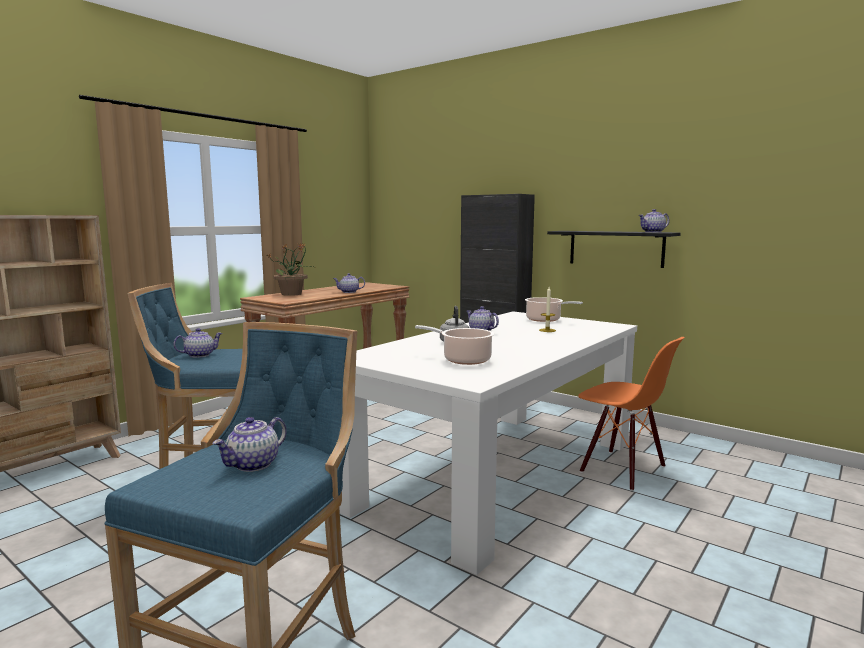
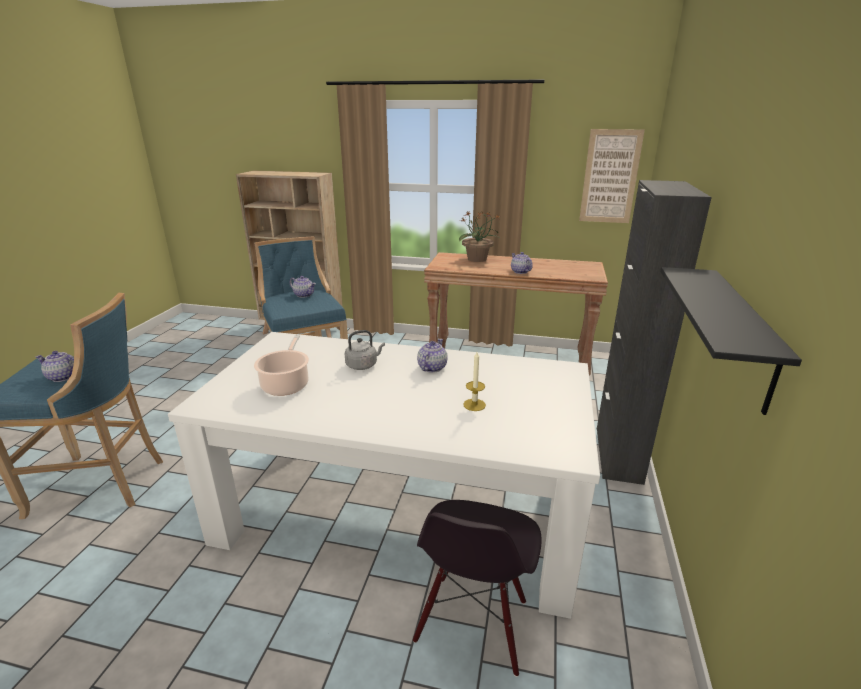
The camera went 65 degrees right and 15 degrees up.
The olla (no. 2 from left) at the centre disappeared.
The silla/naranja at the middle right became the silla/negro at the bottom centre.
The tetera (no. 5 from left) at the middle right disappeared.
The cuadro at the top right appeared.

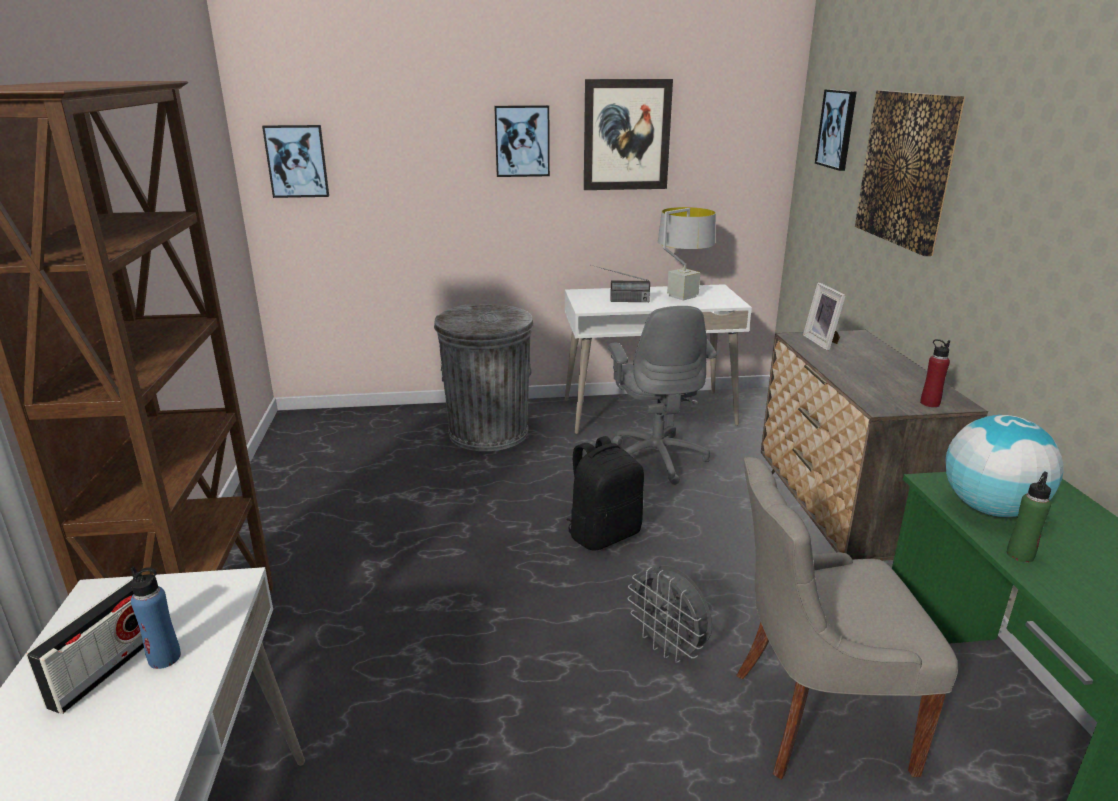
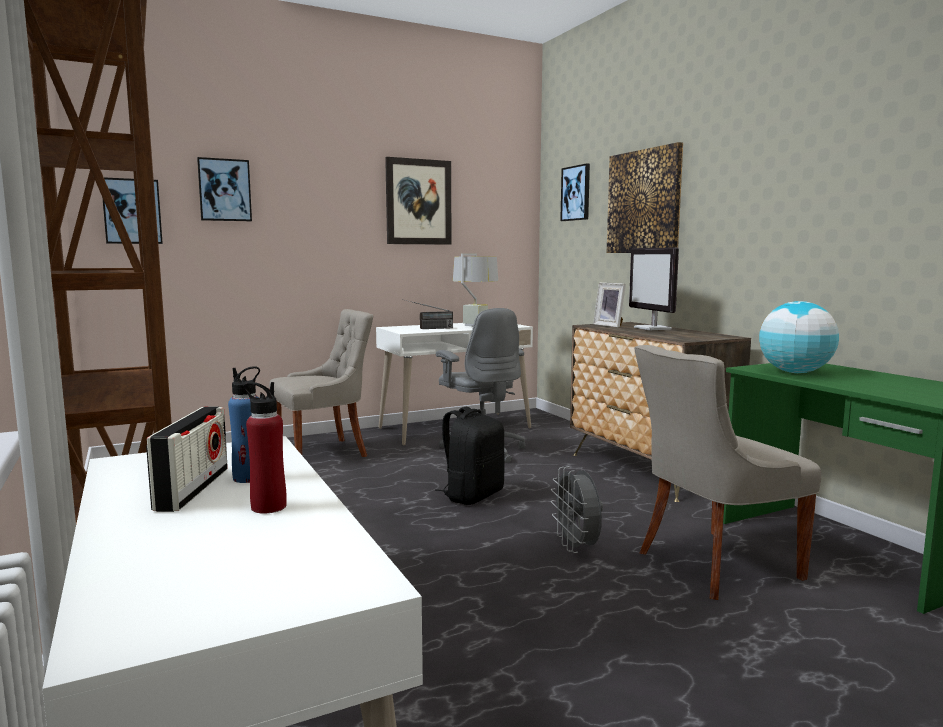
The camera went 20 degrees left and 15 degrees down.
The papelera/gris at the centre was replaced by the silla/gris (no. 1 from left) at the centre.
The cuadro (no. 2 from left) moved from the top centre to the top left.
The ventilador/gris at the bottom centre turned 45 degrees clockwise.
The botella/rojo moved from the middle right to the middle left.
The botella/verde at the middle right disappeared.
The monitor at the middle right appeared.

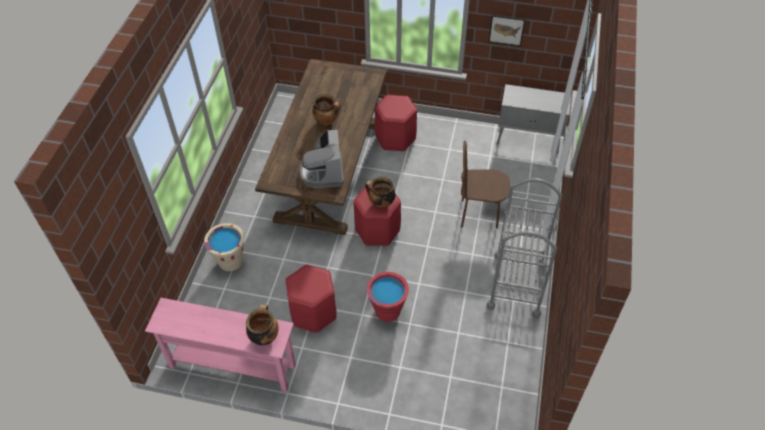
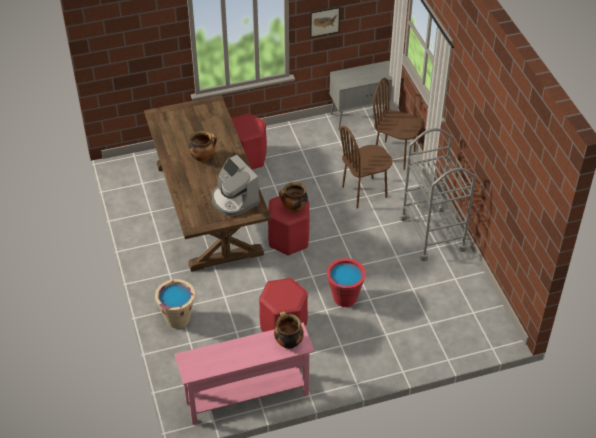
The camera went 30 degrees left and 5 degrees down.
The silla/marrón (no. 2 from left) at the top right appeared.

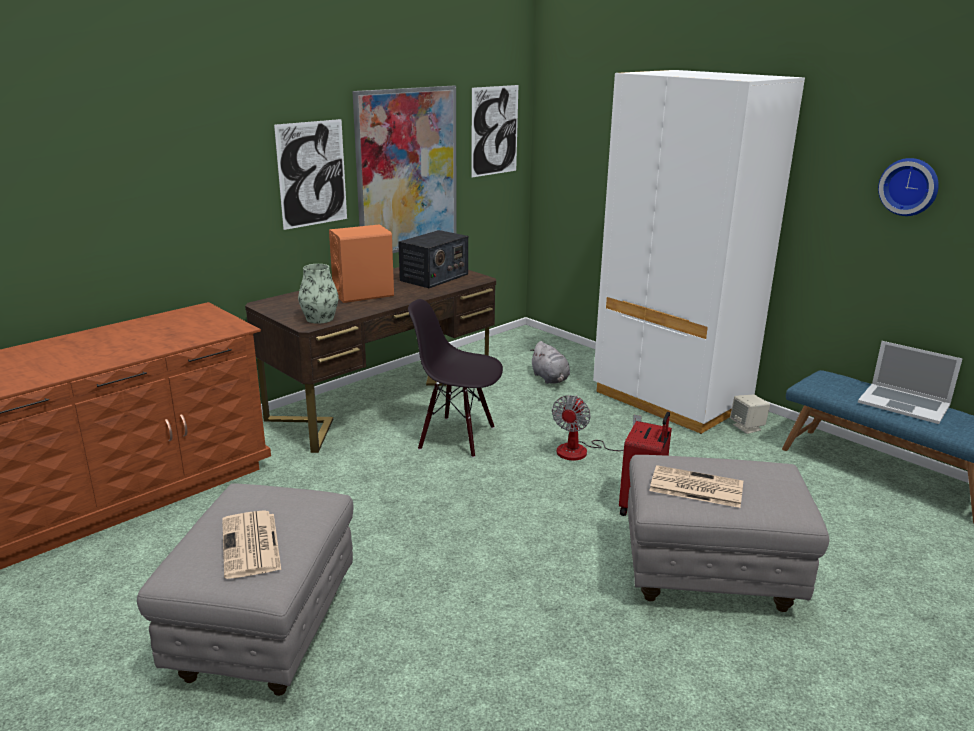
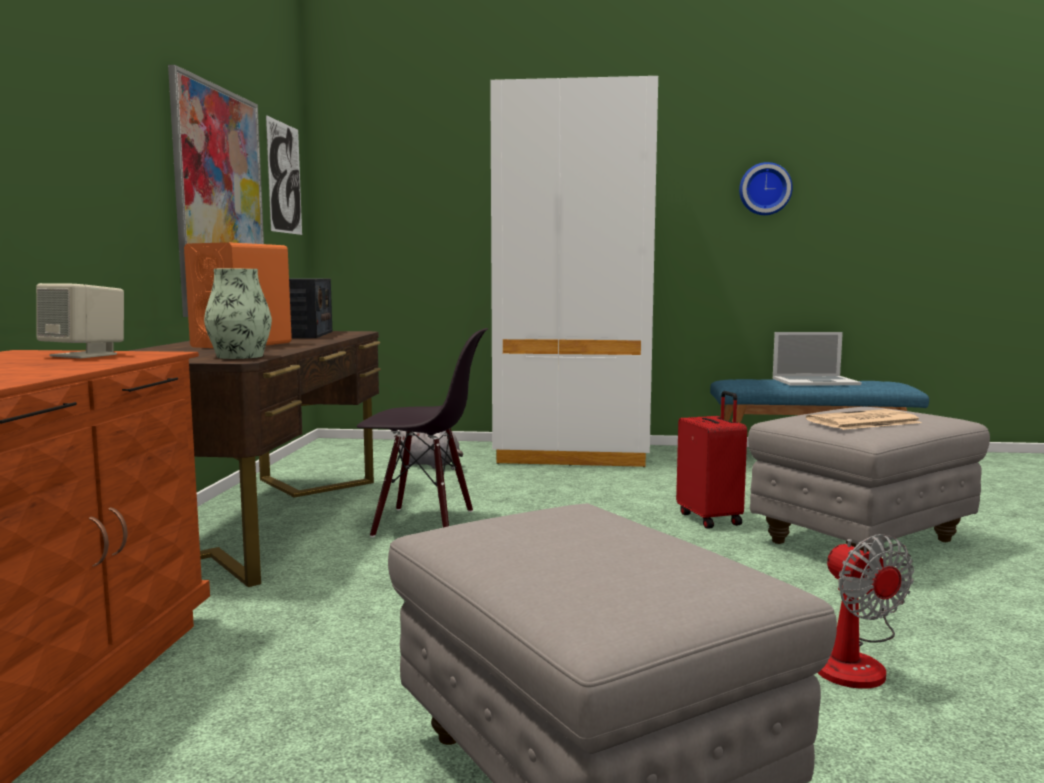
The camera went 40 degrees left and 15 degrees down.
The periódico (no. 1 from left) at the bottom left disappeared.
The cuadro (no. 1 from left) at the top left disappeared.
The silla/negro at the centre turned 150 degrees counterclockwise.
The ventilador moved from the centre to the bottom right.
The altavoz/beis moved from the middle right to the middle left.

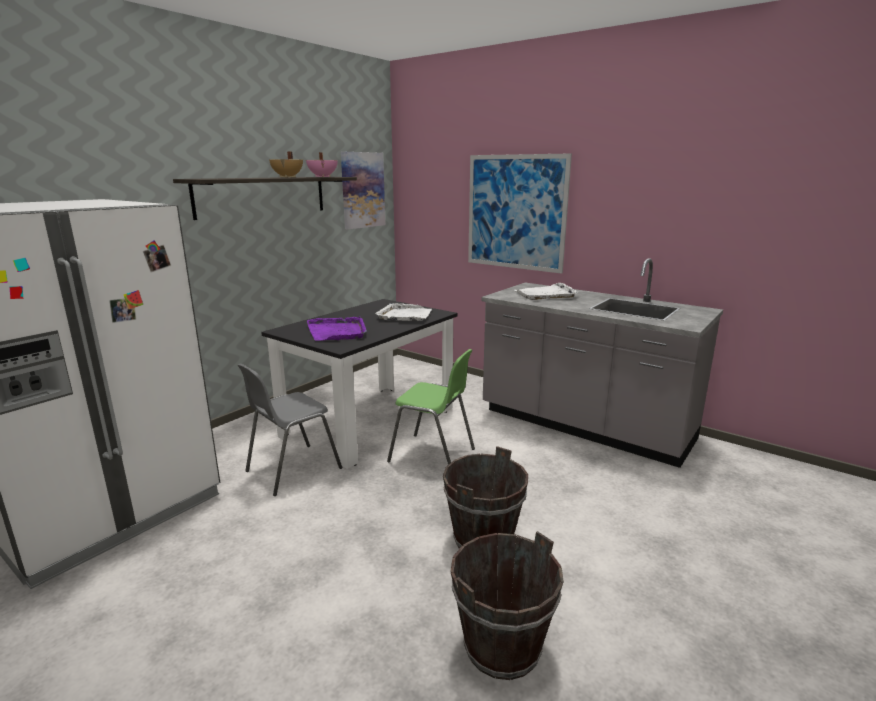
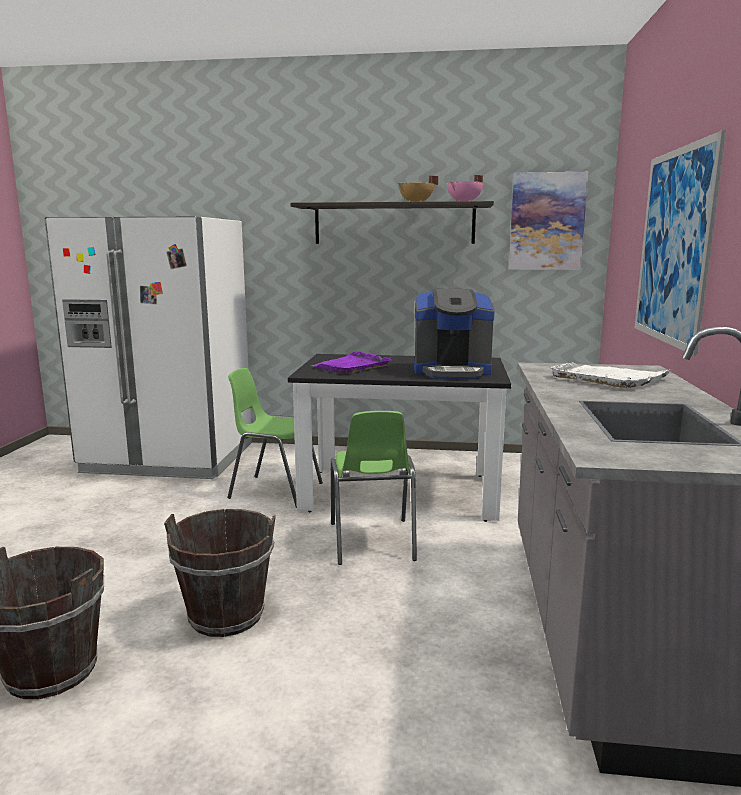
The camera went 60 degrees right and 5 degrees down.
The silla/gris at the middle left became the silla/verde (no. 1 from left) at the centre.
The bandeja/blanco (no. 1 from left) at the centre was replaced by the cafetera at the centre.

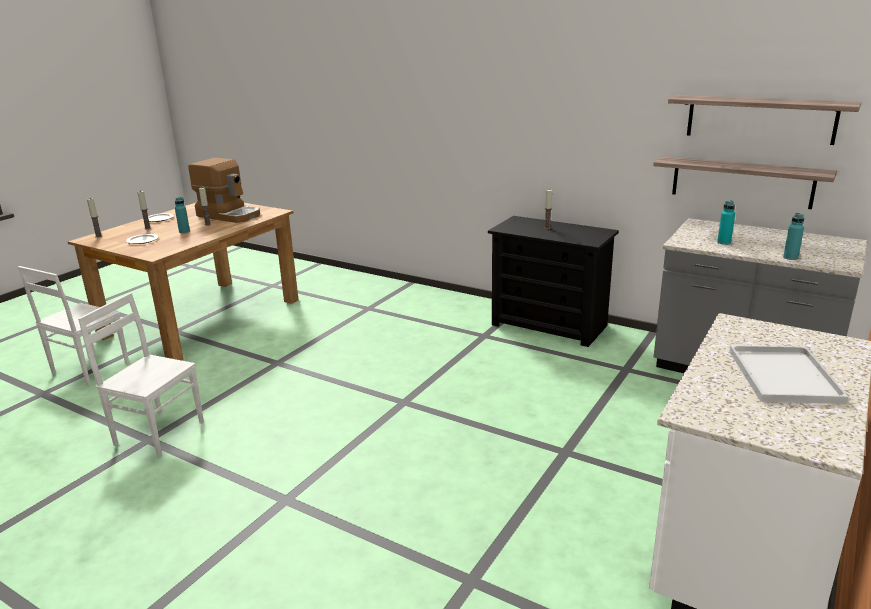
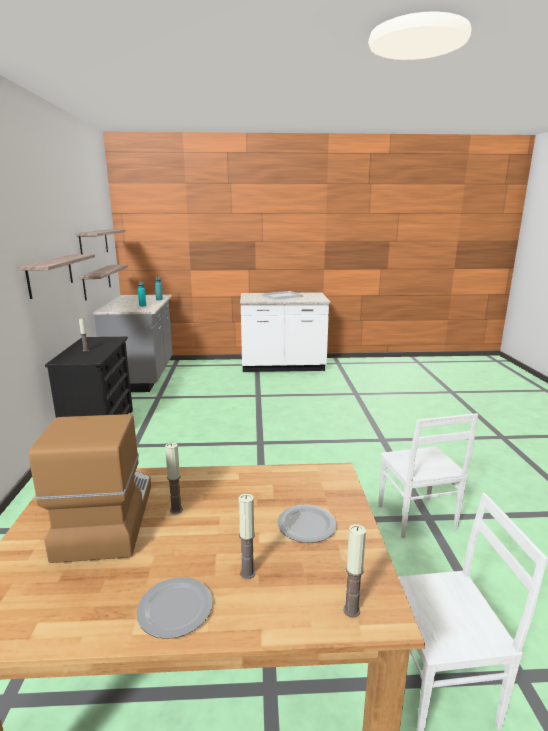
The camera went 125 degrees left and 5 degrees down.
The botella/turquesa (no. 1 from left) at the middle left disappeared.
The estante (no. 1 from left) at the middle left appeared.

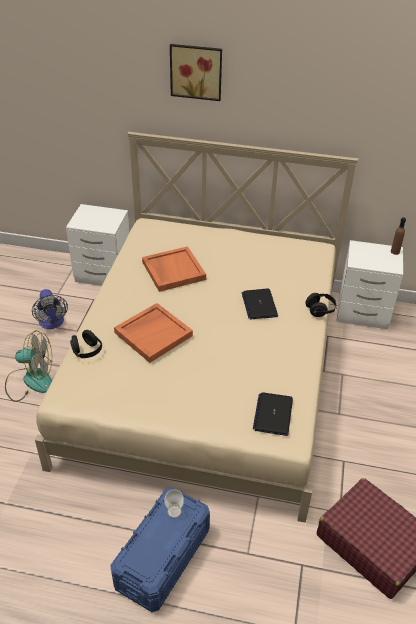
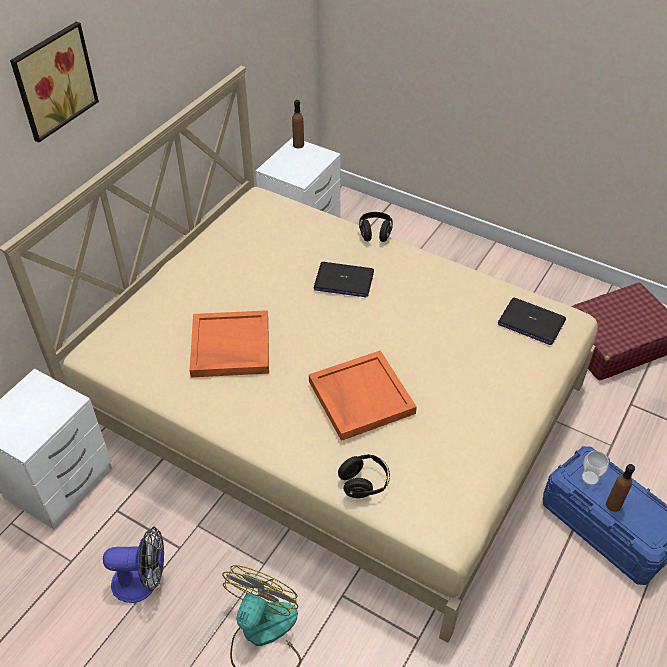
The camera went 70 degrees left and 5 degrees up.
The botella/marrón (no. 2 from left) at the bottom right appeared.

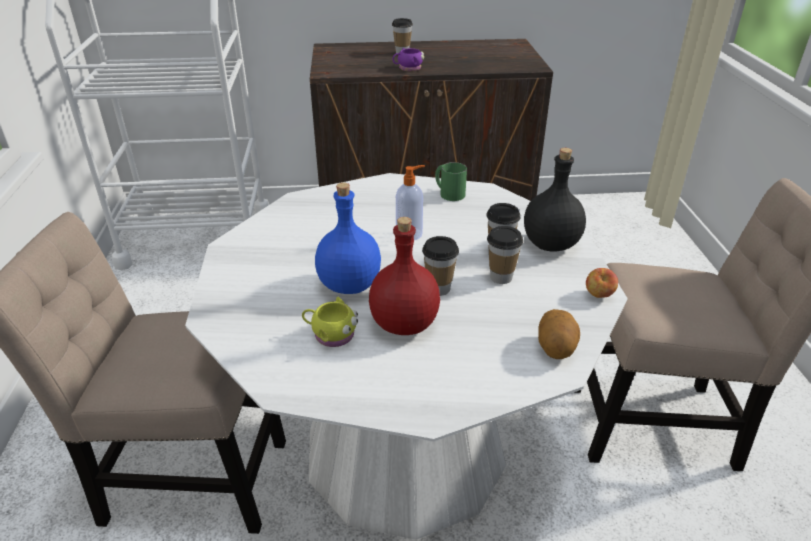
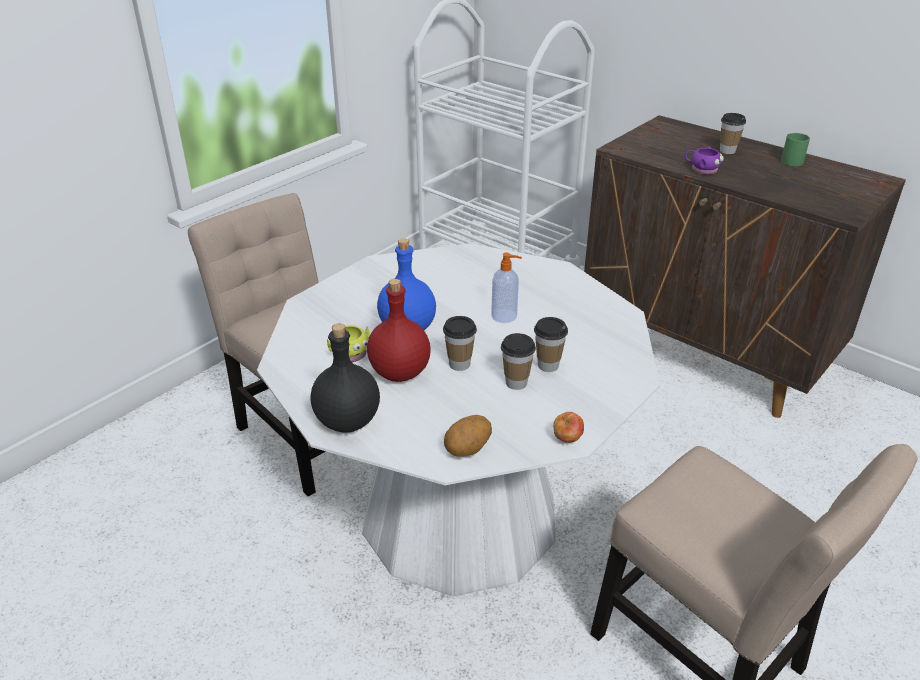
The camera went 45 degrees right and 0 degrees up.
The taza grande/verde moved from the centre to the top right.
The botella/negro moved from the middle right to the centre.

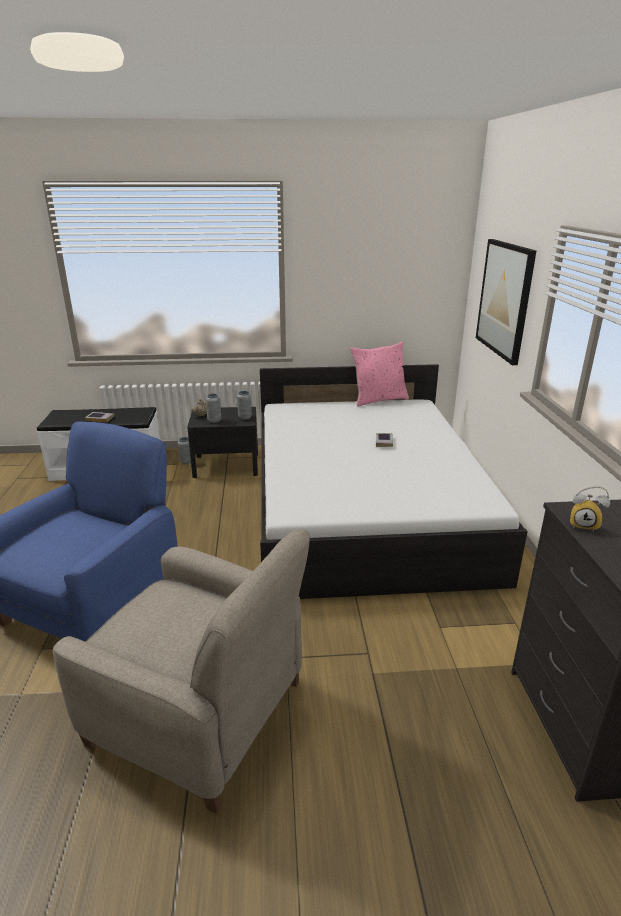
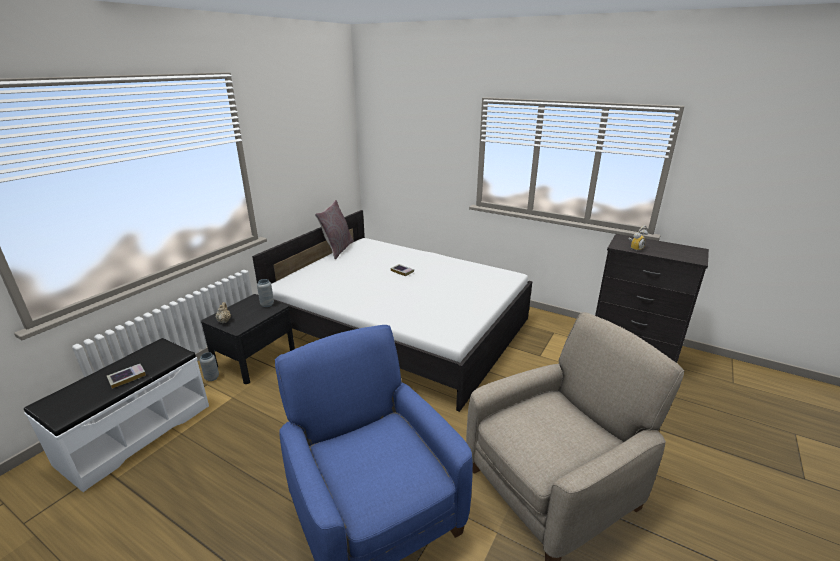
The camera went 55 degrees left and 0 degrees up.
The florero/gris (no. 2 from left) at the centre disappeared.
The cojín/rosa at the centre became the cojín/gris at the centre.
The cuadro at the top right disappeared.

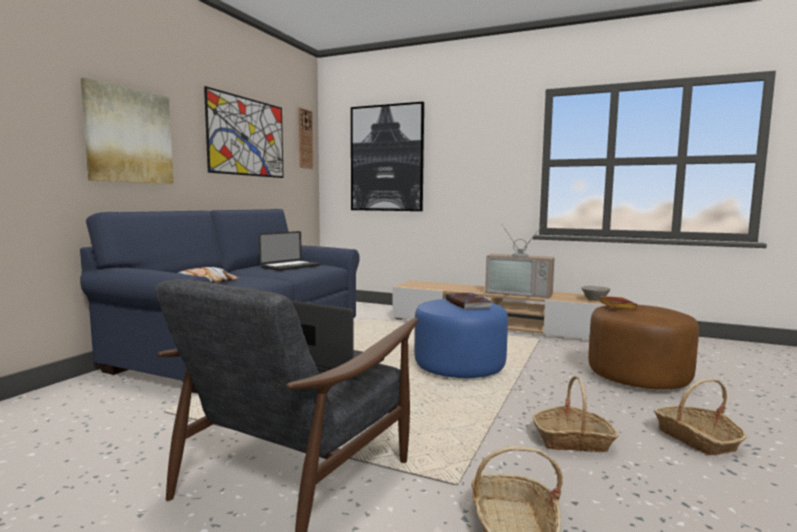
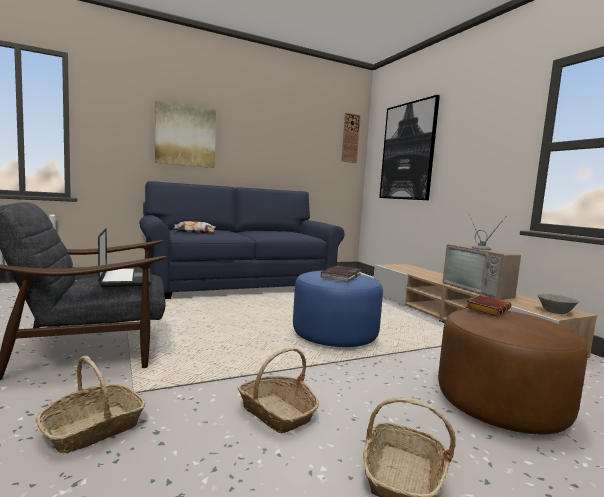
The camera went 40 degrees right and 0 degrees up.
The cuadro (no. 2 from left) at the top left disappeared.
The portátil (no. 1 from left) at the centre disappeared.

